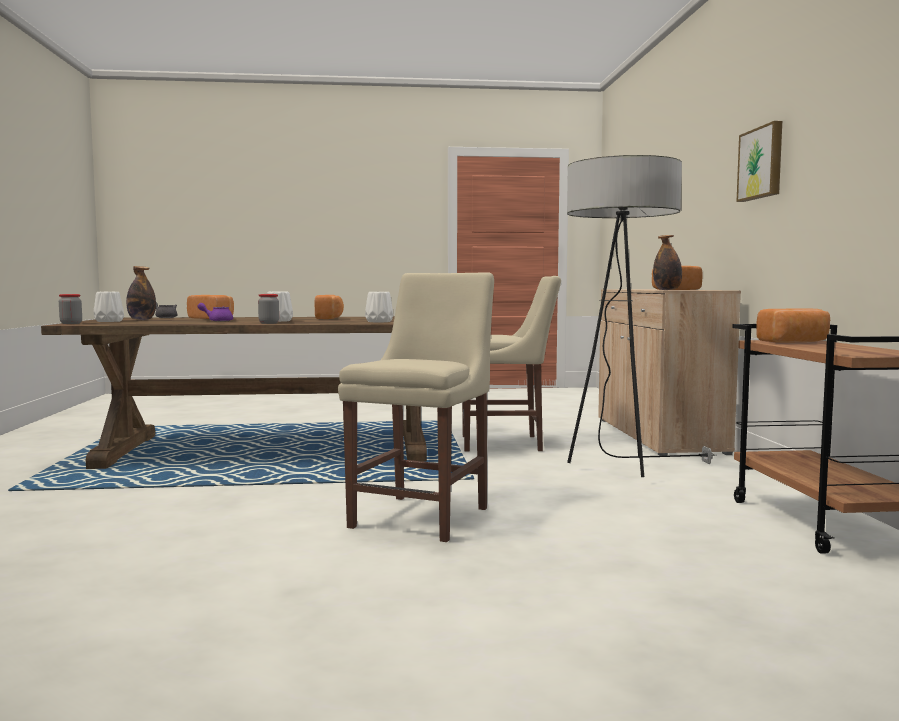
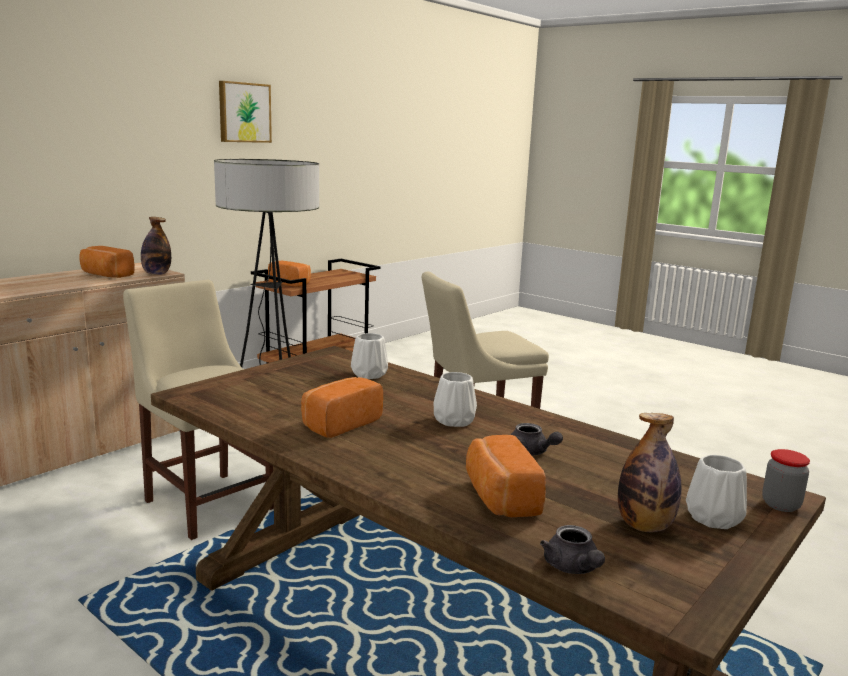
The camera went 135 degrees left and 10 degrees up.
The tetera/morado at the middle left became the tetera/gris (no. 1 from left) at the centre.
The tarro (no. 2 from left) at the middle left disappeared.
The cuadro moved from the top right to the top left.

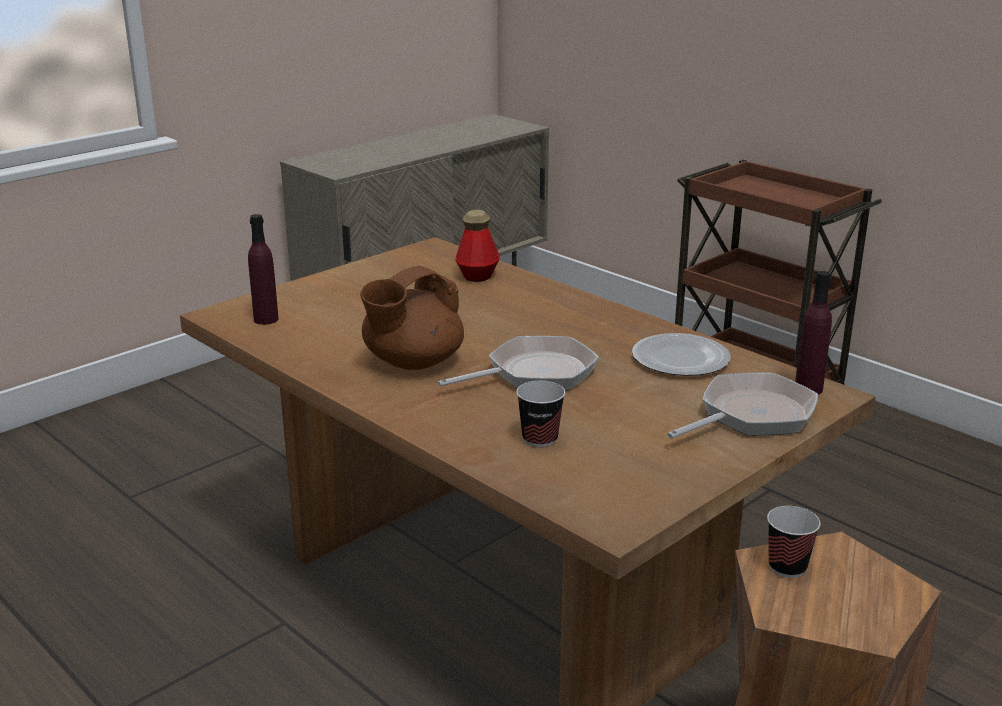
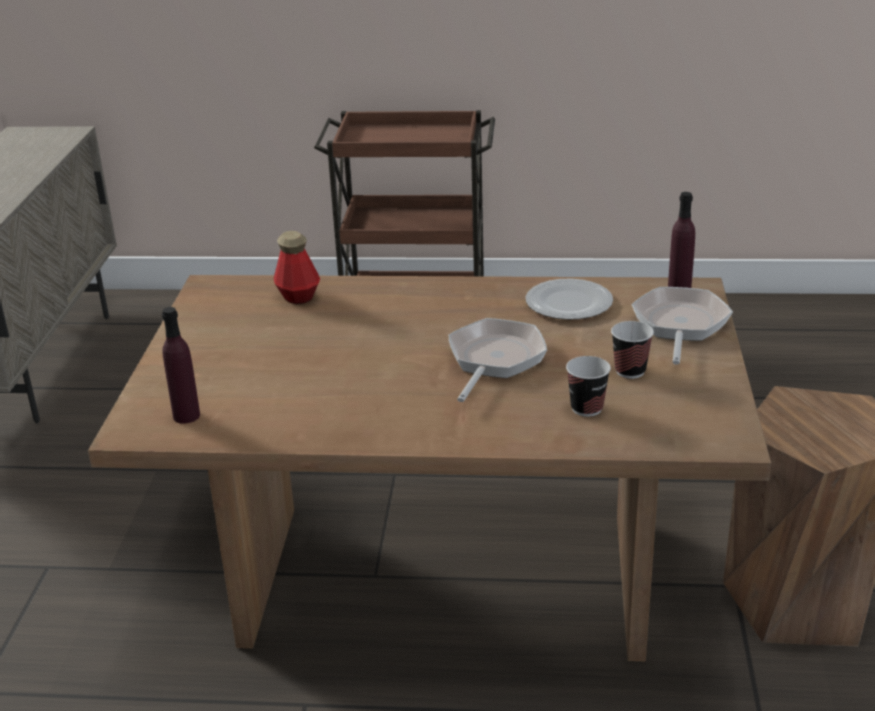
The camera went 40 degrees left and 5 degrees up.
The tetera/marrón at the centre disappeared.
The taza (no. 2 from left) moved from the bottom right to the middle right.

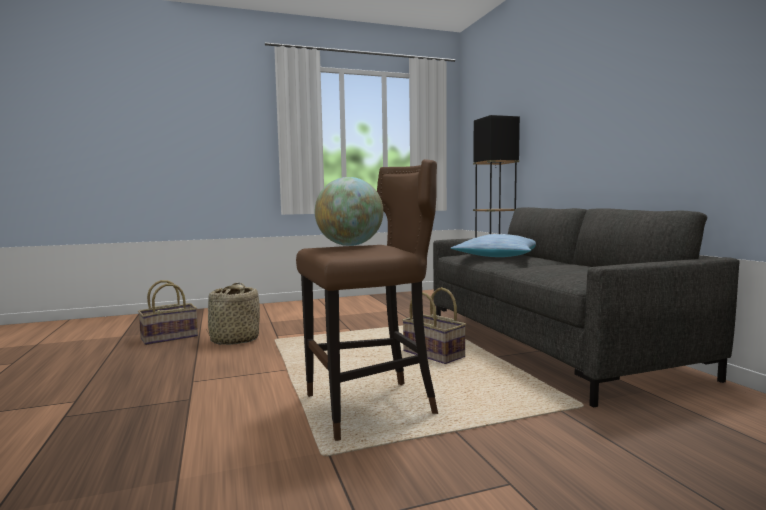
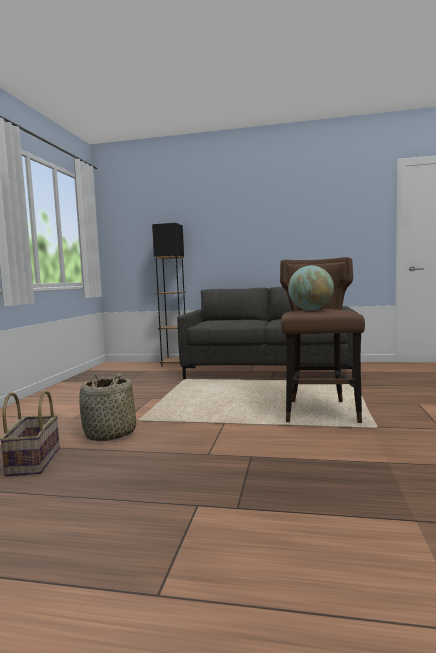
The camera went 60 degrees left and 0 degrees up.
The cesta (no. 3 from left) at the centre disappeared.
The cojín at the centre disappeared.

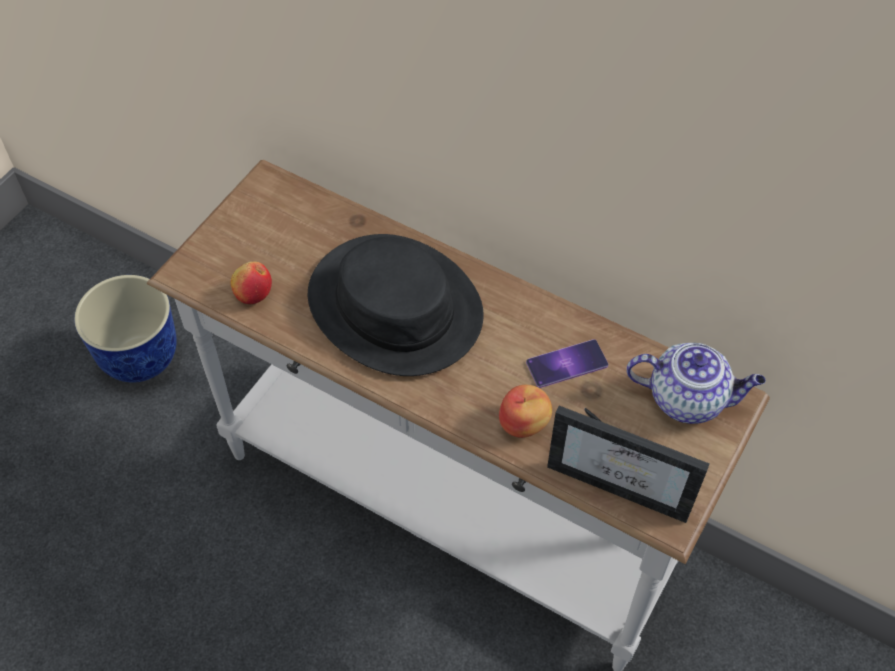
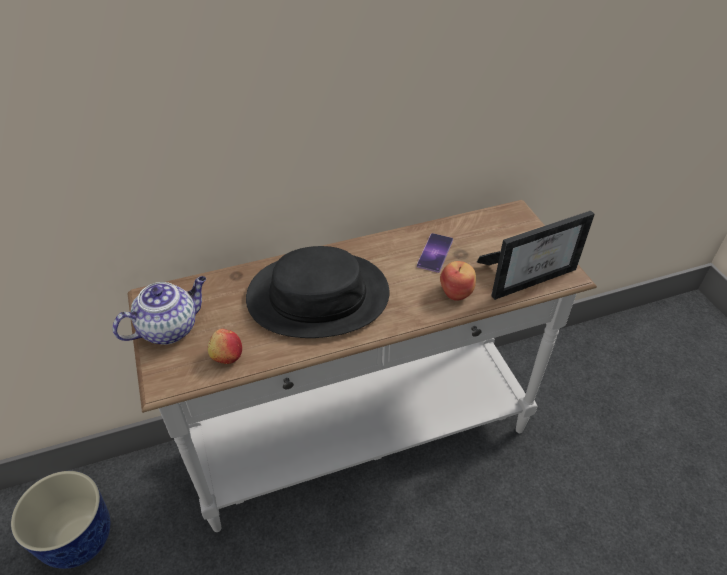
The camera went 50 degrees left and 10 degrees down.
The tetera moved from the middle right to the middle left.

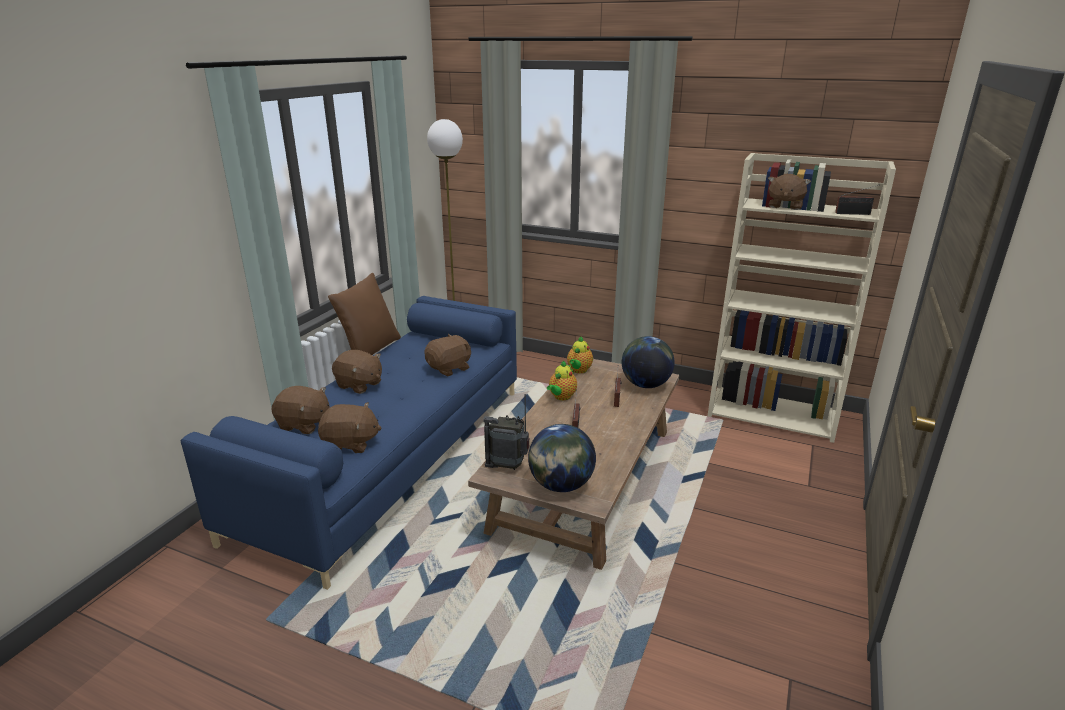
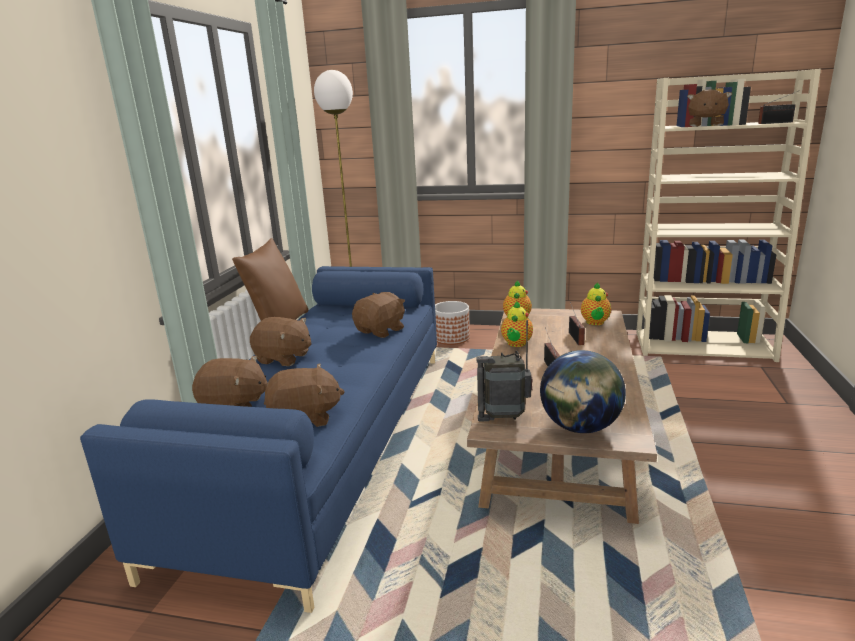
The camera went 10 degrees left and 5 degrees down.
The globo terráqueo (no. 2 from left) at the centre was replaced by the tetera (no. 3 from left) at the middle right.
The maceta at the centre appeared.

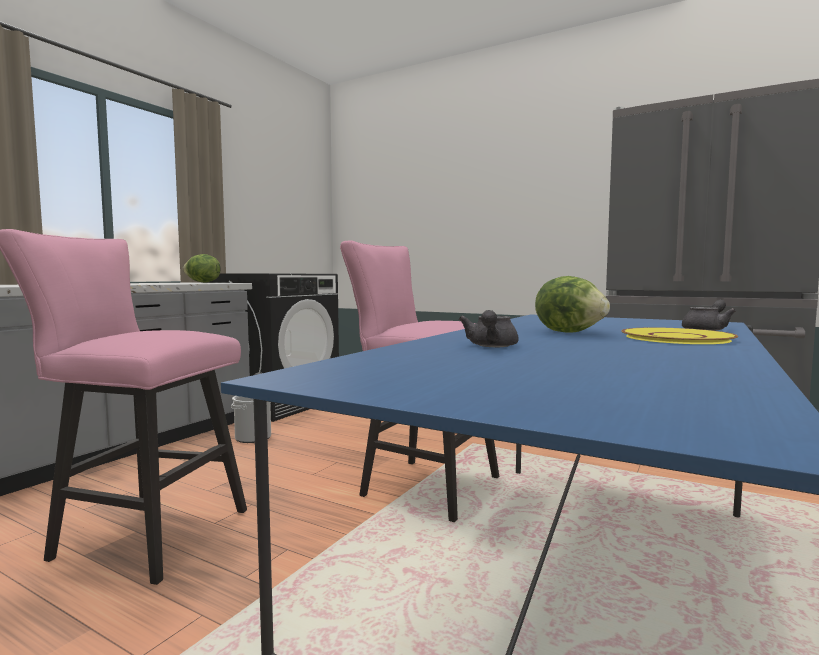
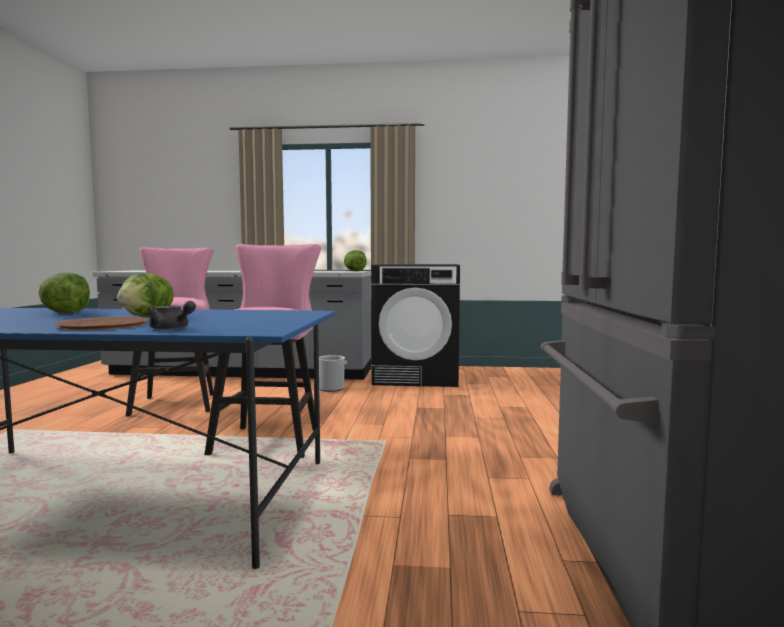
The camera went 65 degrees right and 0 degrees up.
The tetera/gris (no. 1 from left) at the centre was replaced by the lechuga (no. 1 from left) at the middle left.
The plato/amarillo at the middle right became the plato/marrón at the middle left.

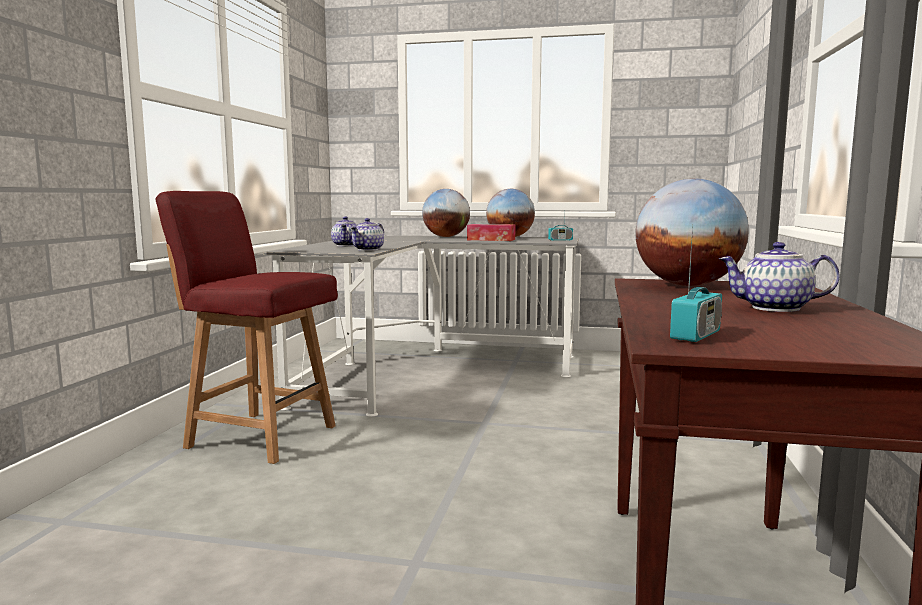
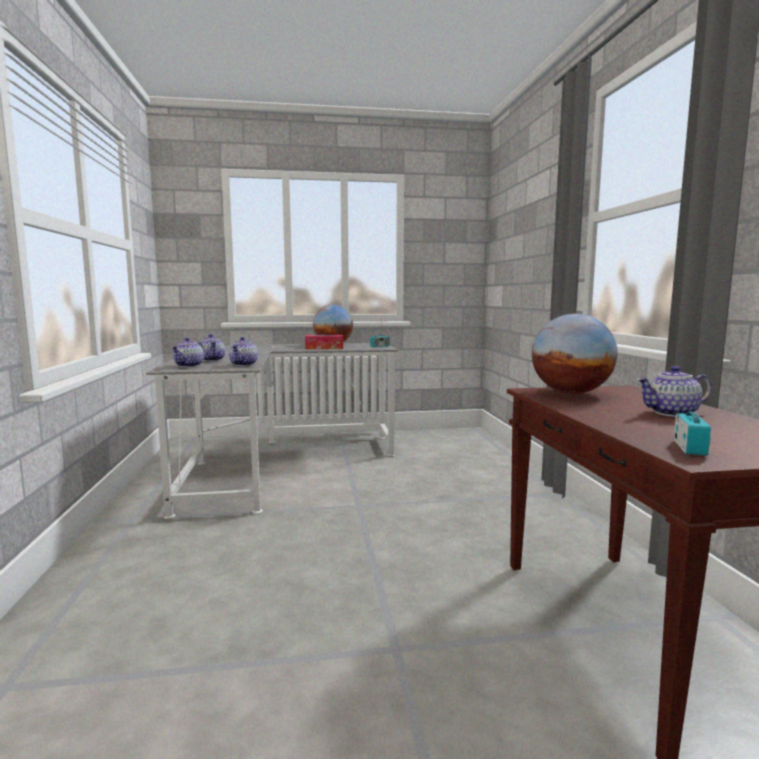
The camera went 20 degrees left and 0 degrees up.
The silla/rojo at the middle left disappeared.
The globo terráqueo (no. 1 from left) at the centre disappeared.
The tetera (no. 1 from left) at the middle left appeared.

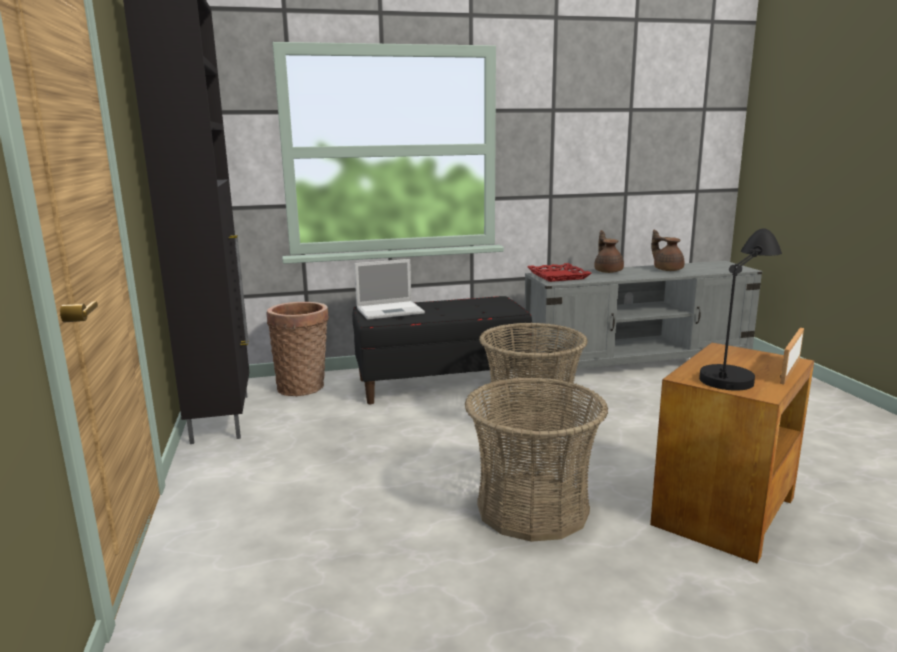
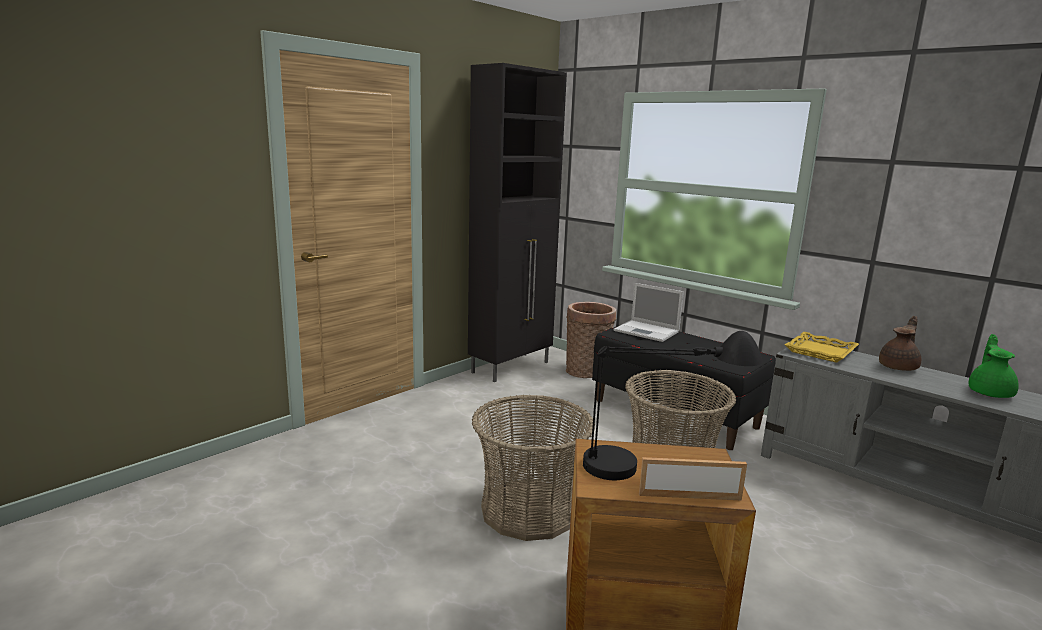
The camera went 55 degrees right and 0 degrees up.
The bandeja/rojo at the centre became the bandeja/amarillo at the middle right.
The tetera/marrón (no. 2 from left) at the middle right became the tetera/verde at the middle right.

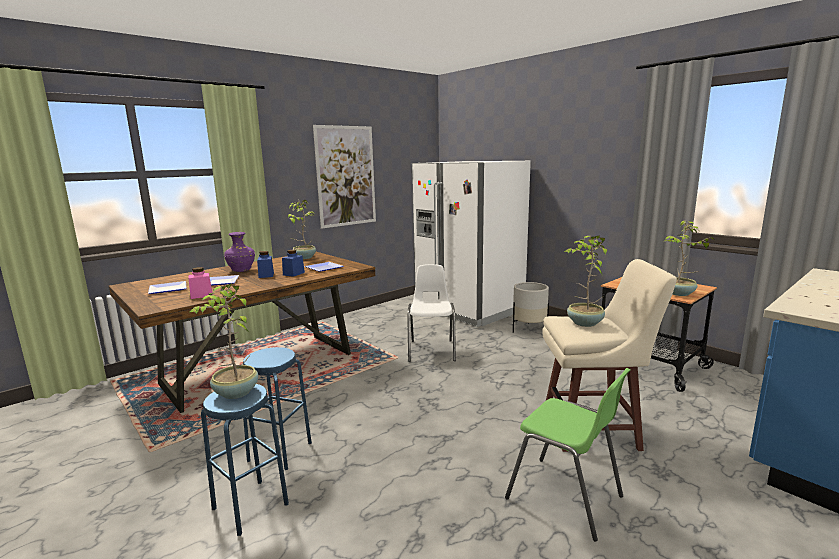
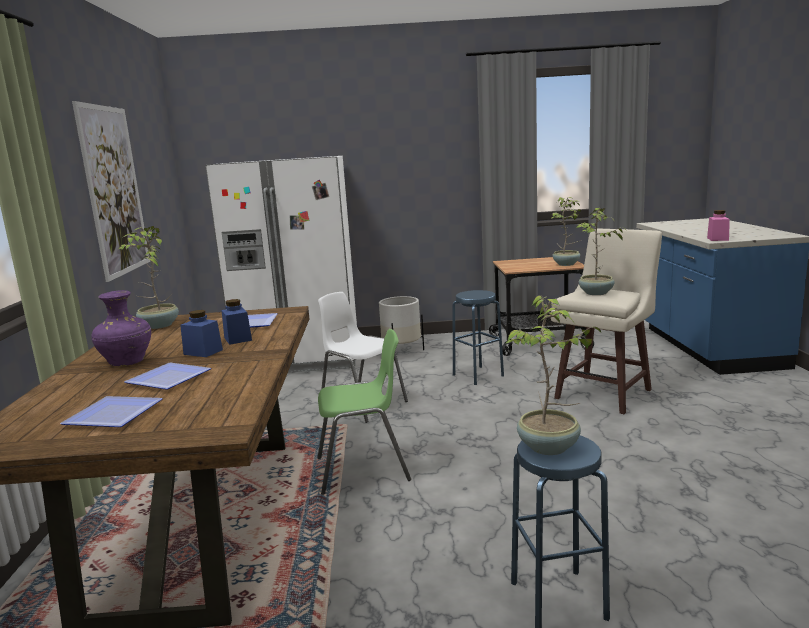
The camera went 50 degrees left and 0 degrees up.
The tarro/rosa moved from the middle left to the middle right.
The taburete/azul (no. 2 from left in the first image) moved from the bottom left to the centre.
The silla/verde moved from the bottom right to the centre.

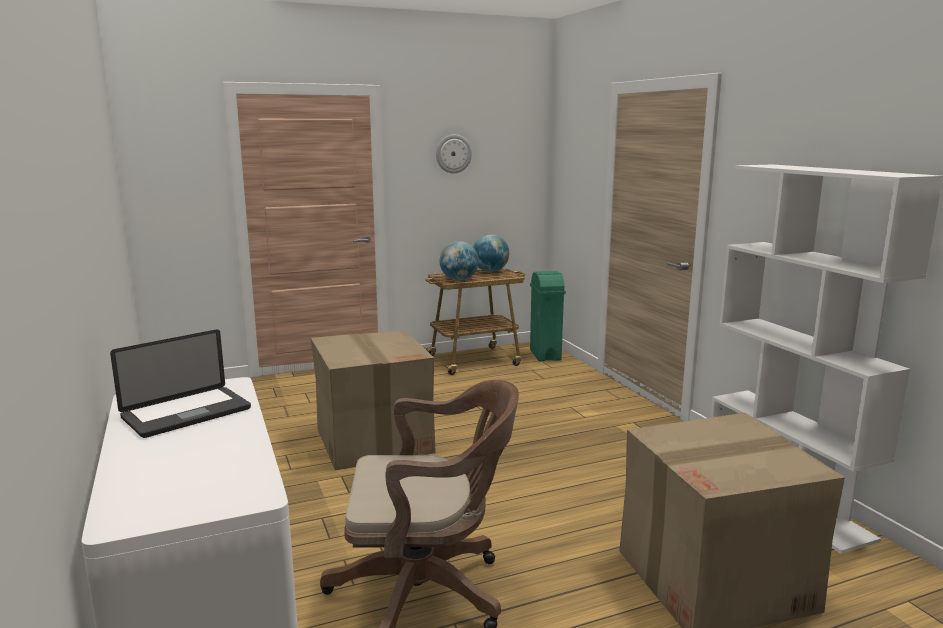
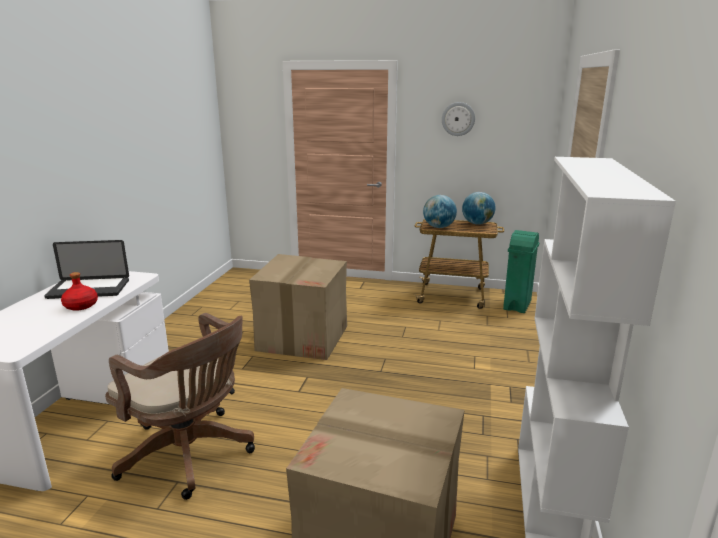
The camera went 35 degrees right and 5 degrees up.
The botella/rojo at the middle left appeared.

